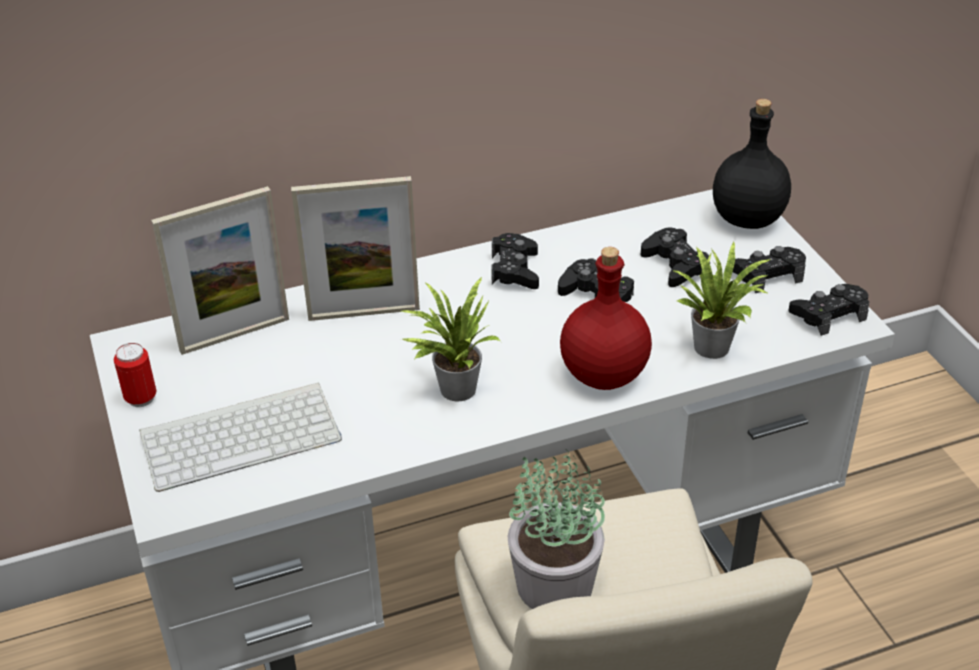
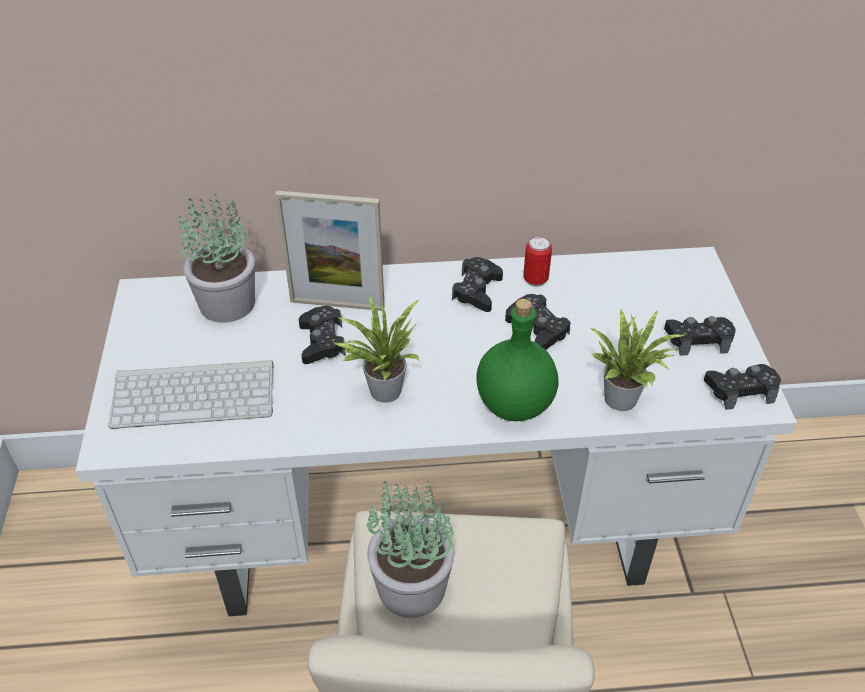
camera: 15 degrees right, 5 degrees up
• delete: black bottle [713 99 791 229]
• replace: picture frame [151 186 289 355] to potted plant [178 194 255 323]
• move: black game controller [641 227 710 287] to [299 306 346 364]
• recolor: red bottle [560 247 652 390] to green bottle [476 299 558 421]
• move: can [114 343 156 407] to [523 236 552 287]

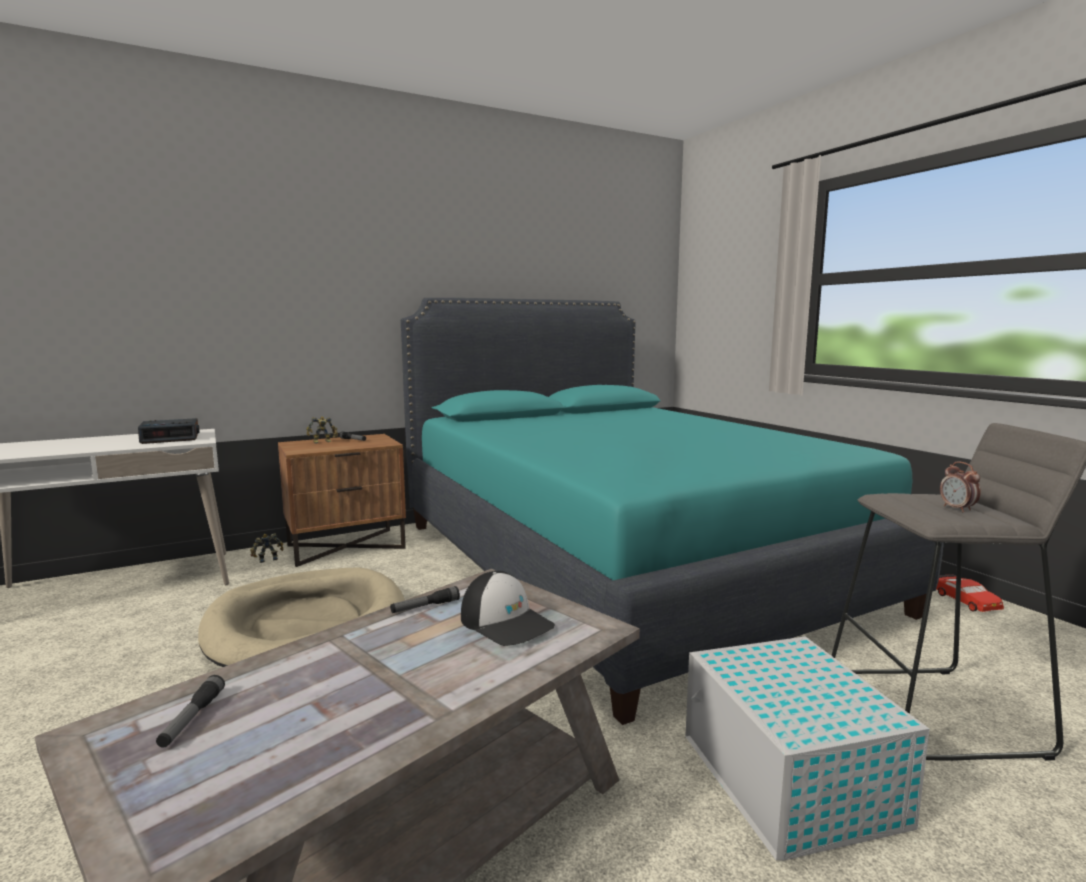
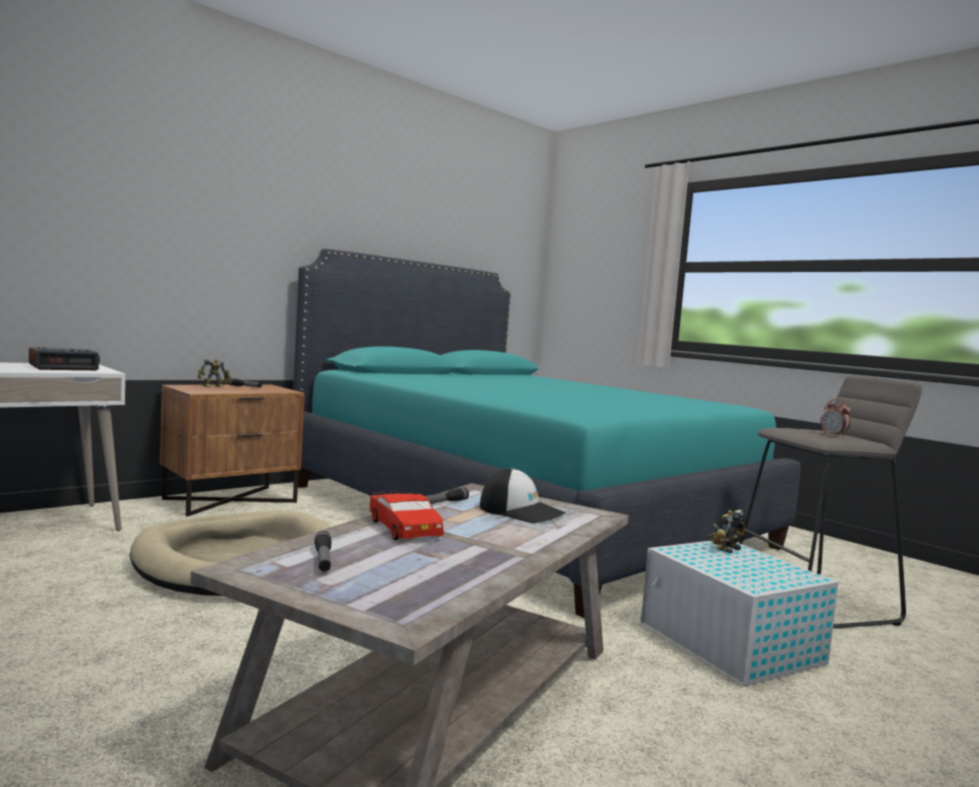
camera: 15 degrees left, 5 degrees down
• move: toy robot [250 533 284 563] to [709 510 745 553]
• move: red toy car [936 575 1004 612] to [370 491 444 540]

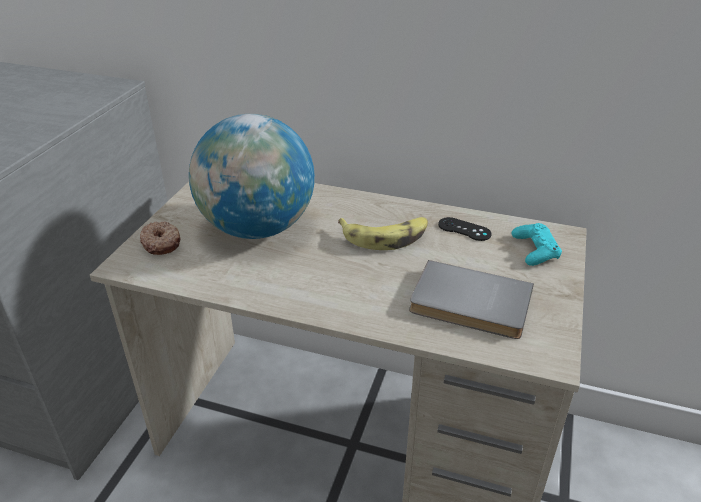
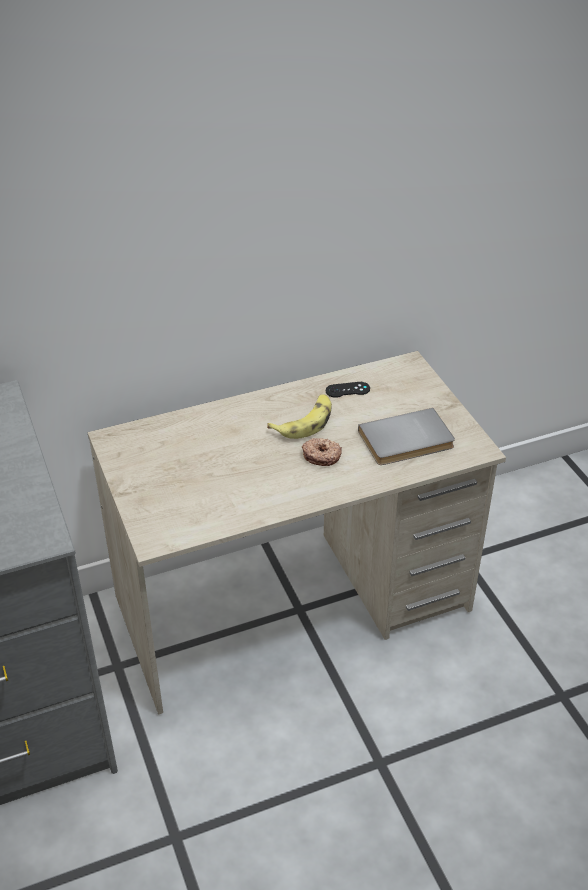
camera: 40 degrees left, 5 degrees up
• delete: globe [189 114 315 239]
• move: donut [140 221 180 255] to [302 438 342 466]
• delete: turquoise game controller [511 223 562 266]

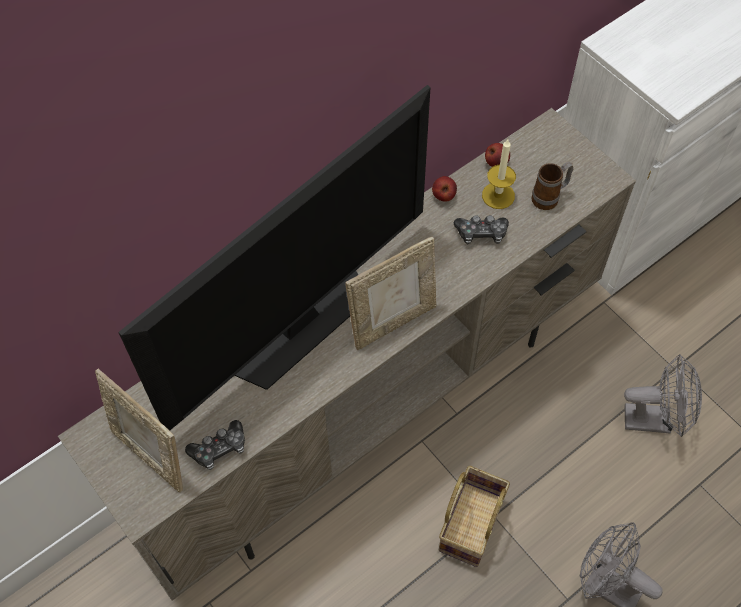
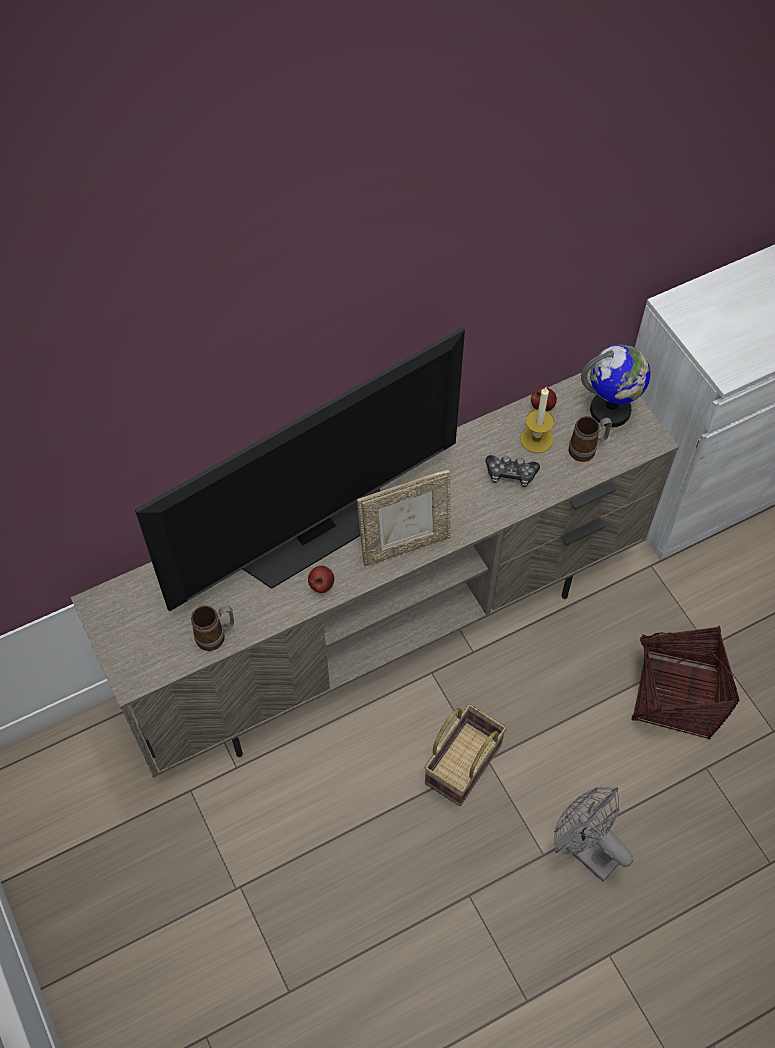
camera: 10 degrees right, 0 degrees up
• move: apple [432 176 457 202] to [308 566 334 593]
• replace: grey fan [624 354 702 437] to basket [631 626 740 739]
• delete: picture frame [95 369 183 492]
• replace: game controller [185 420 245 470] to mug [191 605 234 651]
• insert: globe [581 344 651 427]

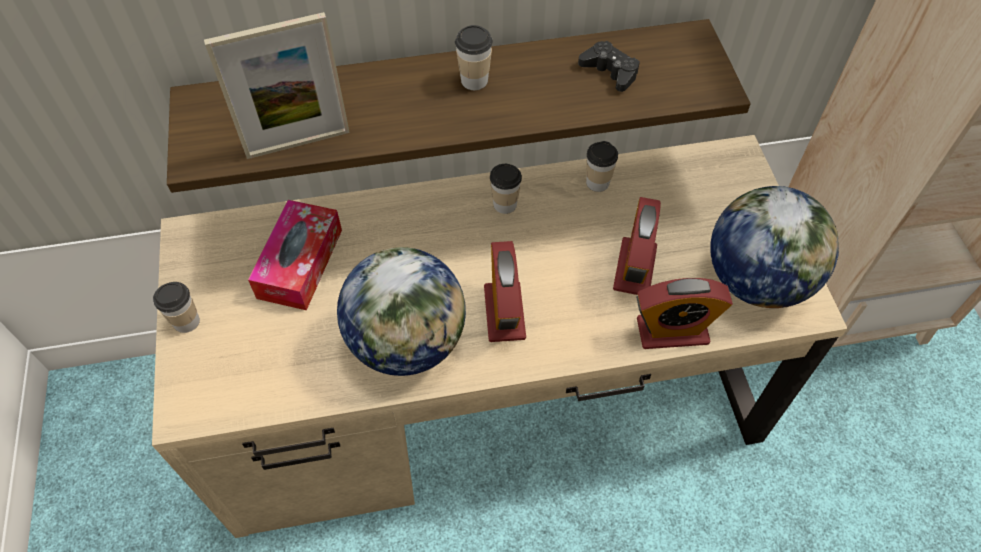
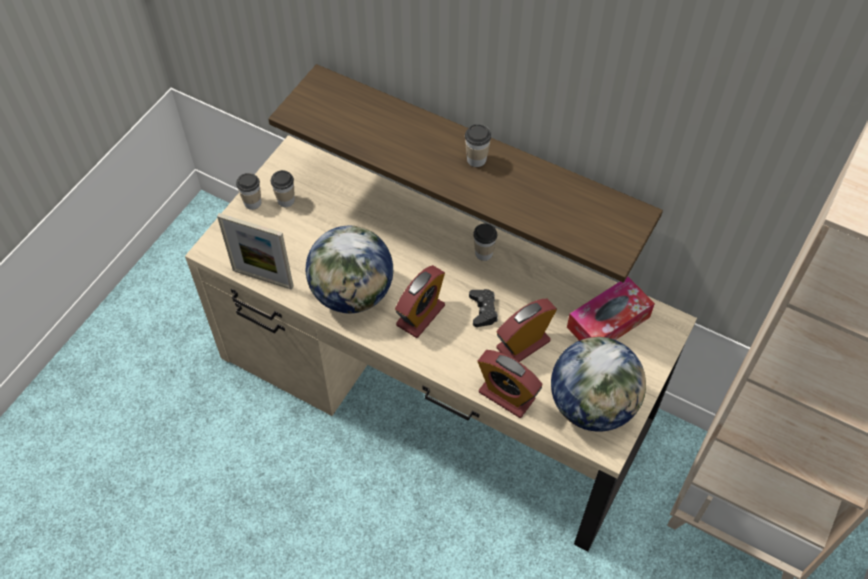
camera: 40 degrees right, 0 degrees up
• move: picture frame [204 12 350 159] to [217 213 294 290]
• move: black game controller [578 41 640 92] to [469 289 498 327]
• move: cup [586 141 618 192] to [271 170 295 207]
• move: tissue box [248 200 342 310] to [567 277 655 341]

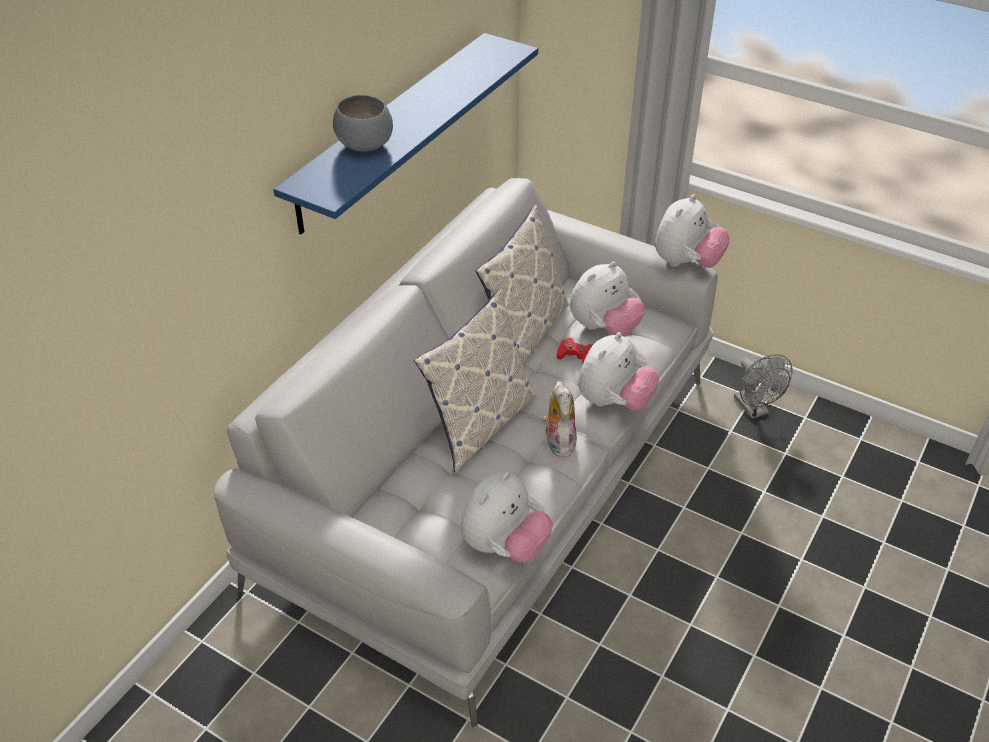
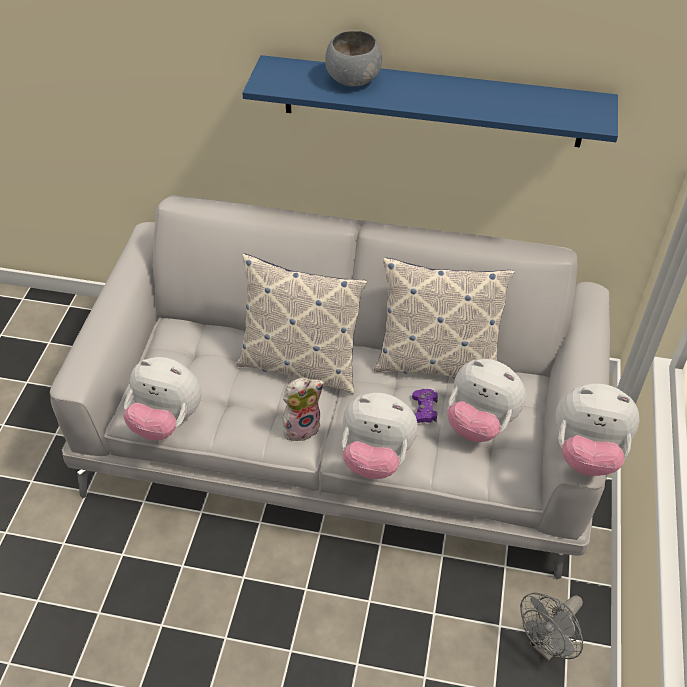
camera: 70 degrees right, 5 degrees up
• recolor: red game controller [557 338 593 363] to purple game controller [412 389 438 423]

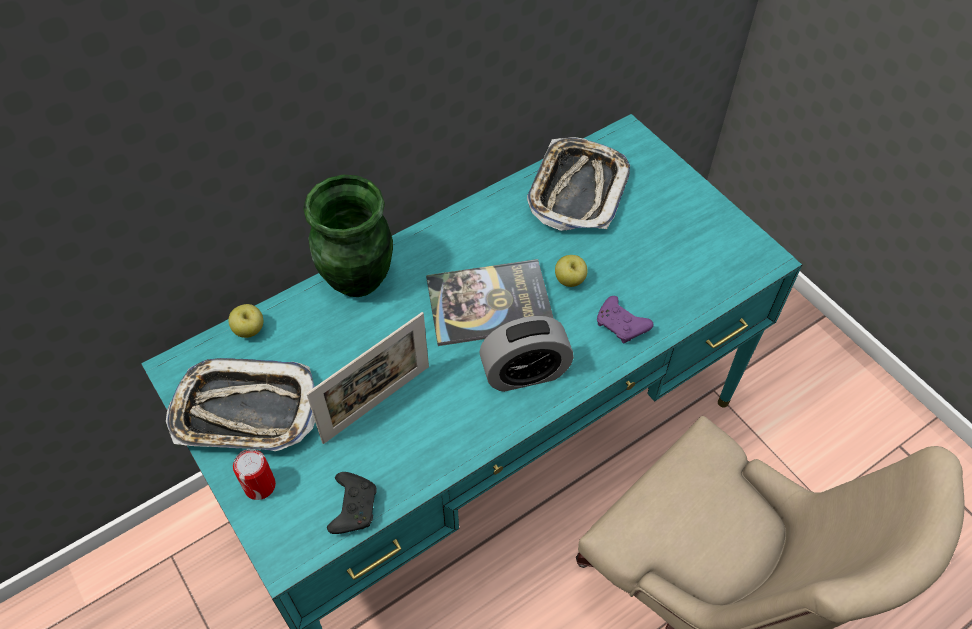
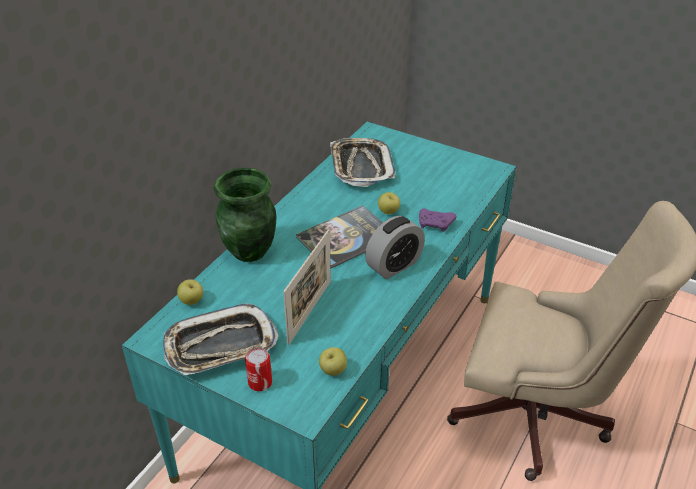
camera: 25 degrees left, 15 degrees down
• replace: black game controller [327 472 377 534] to apple [319 347 347 376]

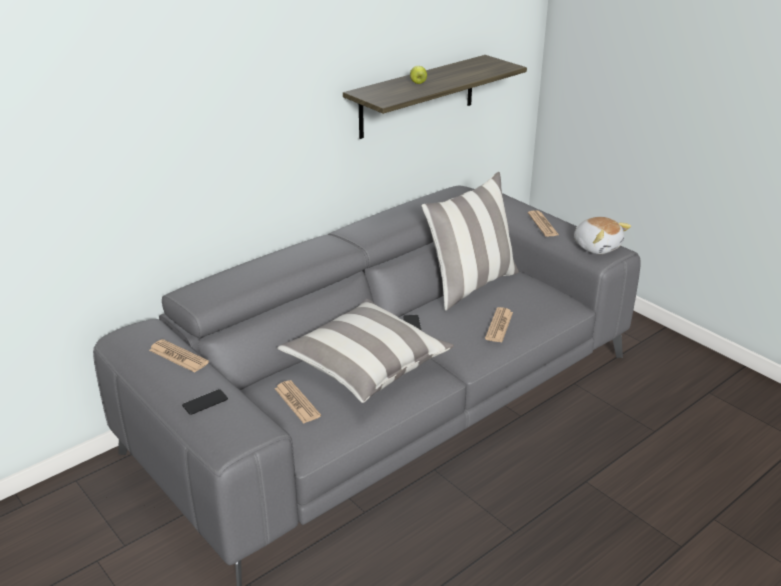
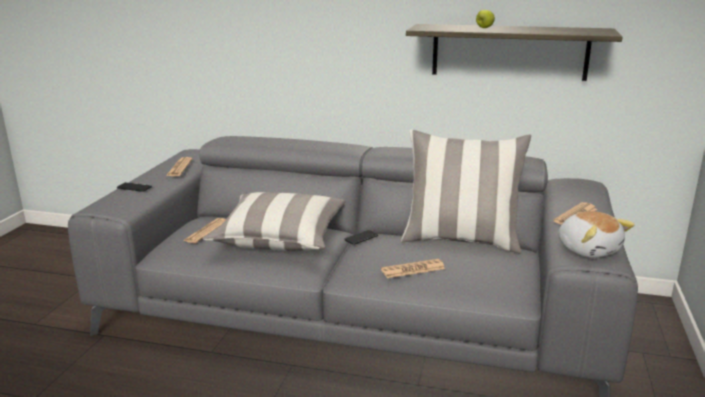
camera: 55 degrees right, 10 degrees down
• rotate: plush toy [574 217 631 254] = [558 211 635 258] 45 degrees counterclockwise

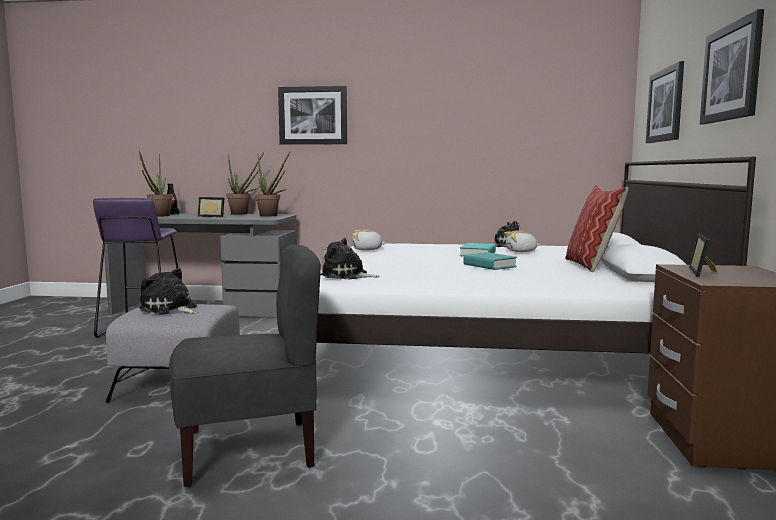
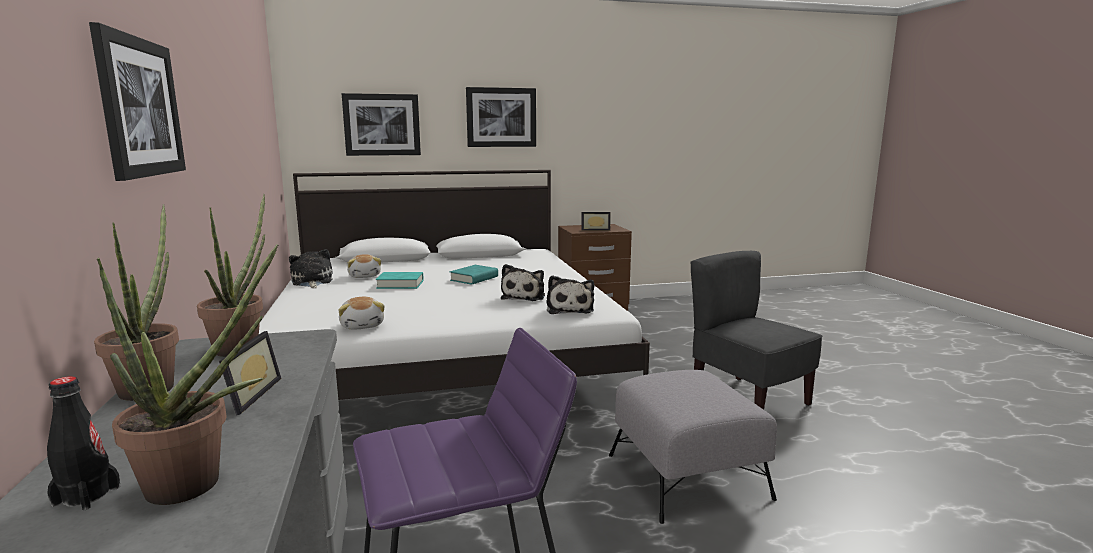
camera: 110 degrees left, 5 degrees up
• delete: pillow [565 185 629 272]
• move: plush toy [139 268 198 315] to [501 264 545 301]

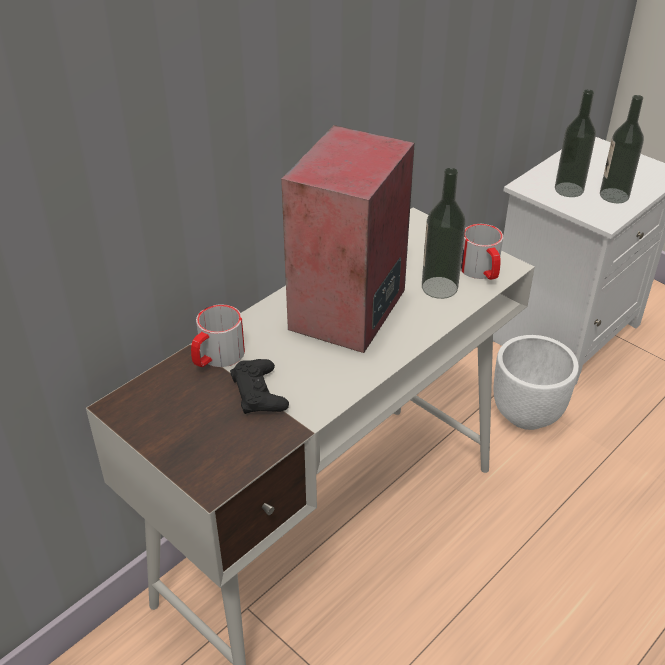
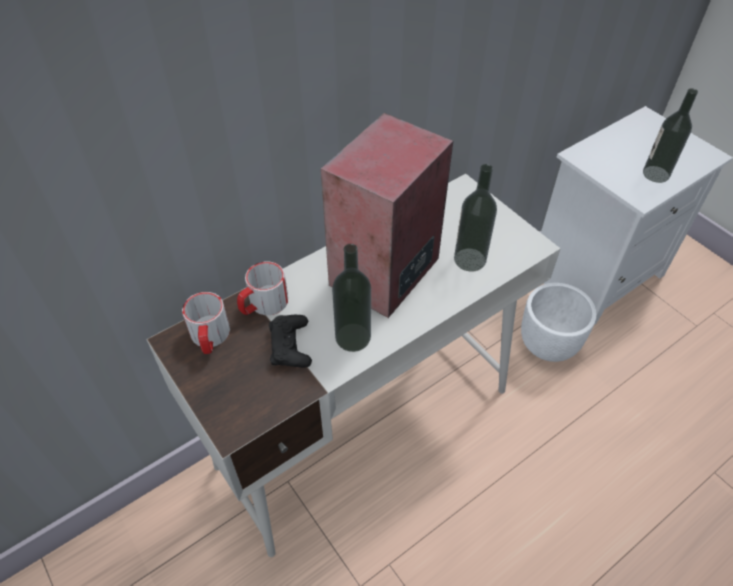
camera: 10 degrees right, 10 degrees up
• move: bottle [555 90 596 197] to [332 244 371 352]
• move: mug [460 224 503 280] to [182 292 230 354]

